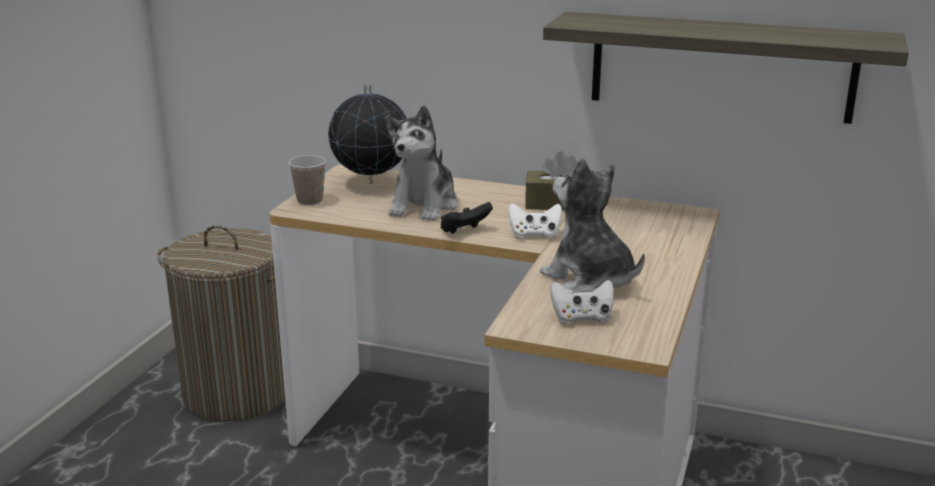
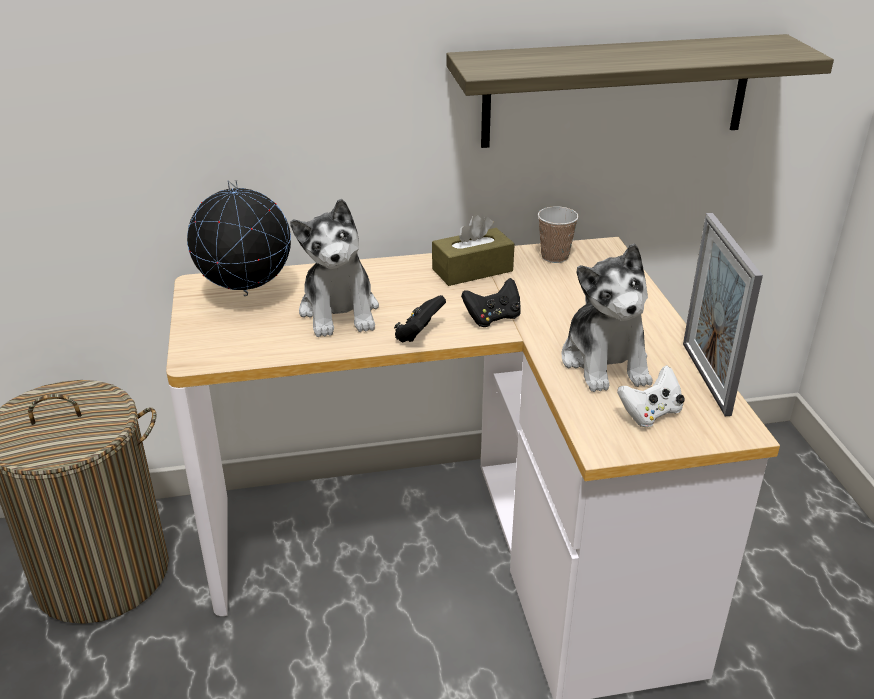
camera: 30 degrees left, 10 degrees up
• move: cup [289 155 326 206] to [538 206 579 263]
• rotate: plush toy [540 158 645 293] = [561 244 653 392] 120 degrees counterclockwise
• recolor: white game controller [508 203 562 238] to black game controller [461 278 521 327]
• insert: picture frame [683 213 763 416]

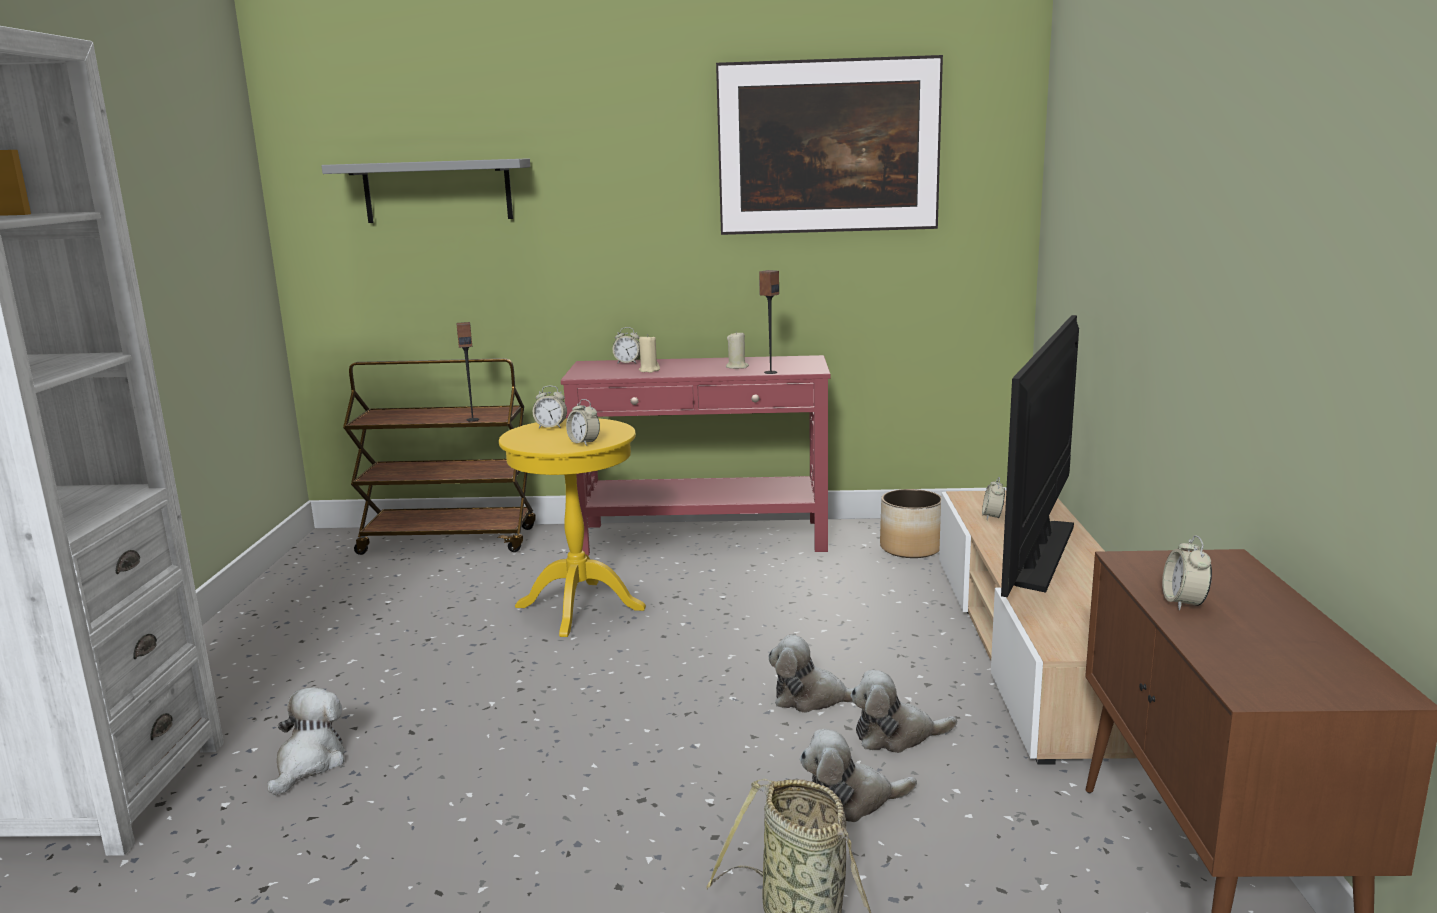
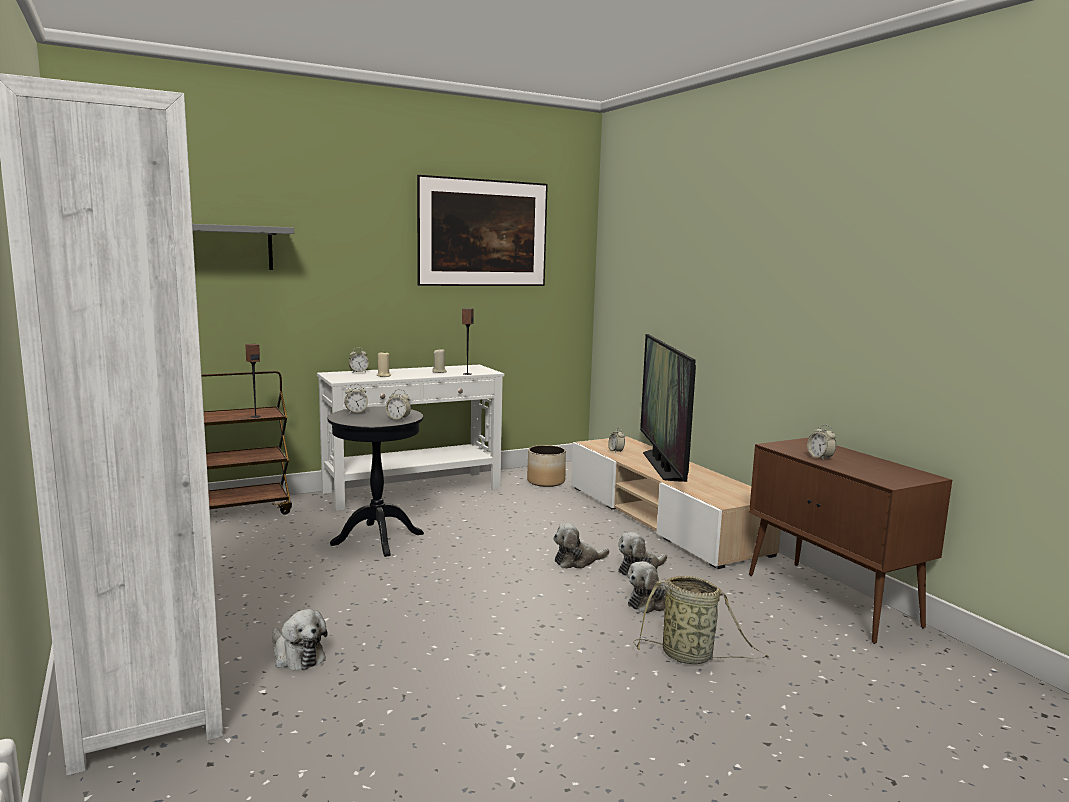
camera: 30 degrees left, 5 degrees down
• recolor: red console table [561 355 831 556] to white console table [317 365 504 511]
• recolor: yellow side table [499 418 646 637] to black side table [328 406 424 557]
• rotate: plush toy [267 687 345 796] = [272 609 327 671] 150 degrees clockwise

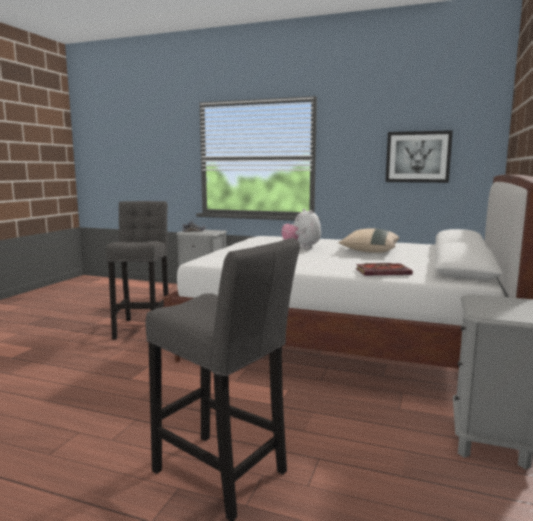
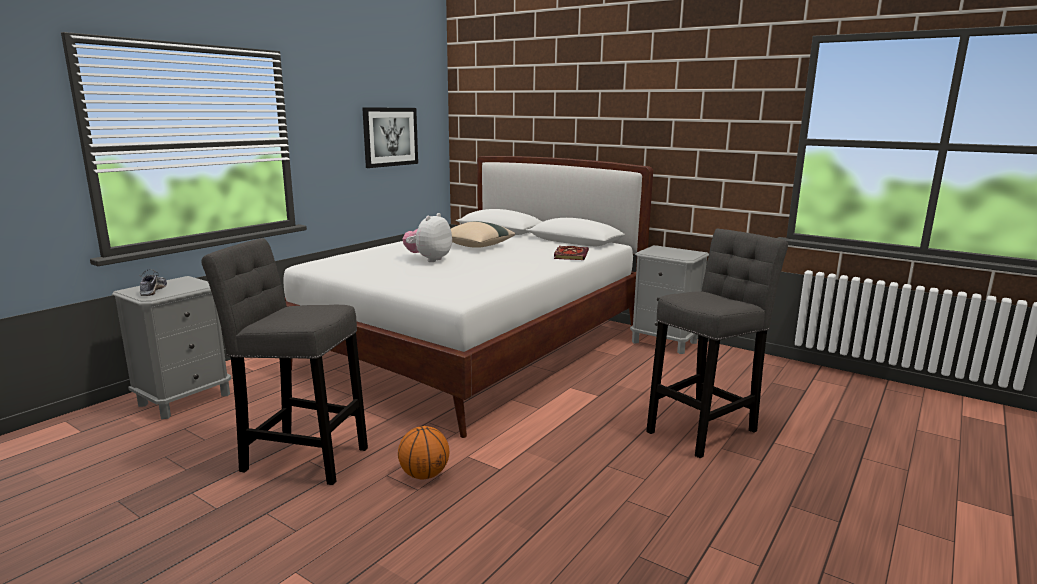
camera: 75 degrees left, 5 degrees up
• rotate: plush toy [281 209 321 249] = [403 213 452 262] 120 degrees clockwise
• insert: basketball [398 426 449 479]

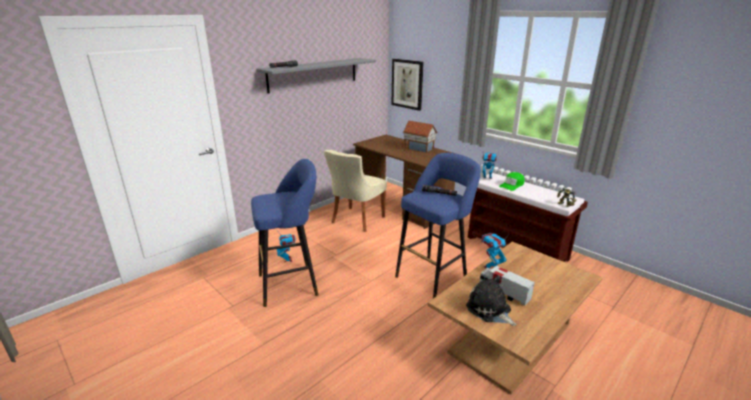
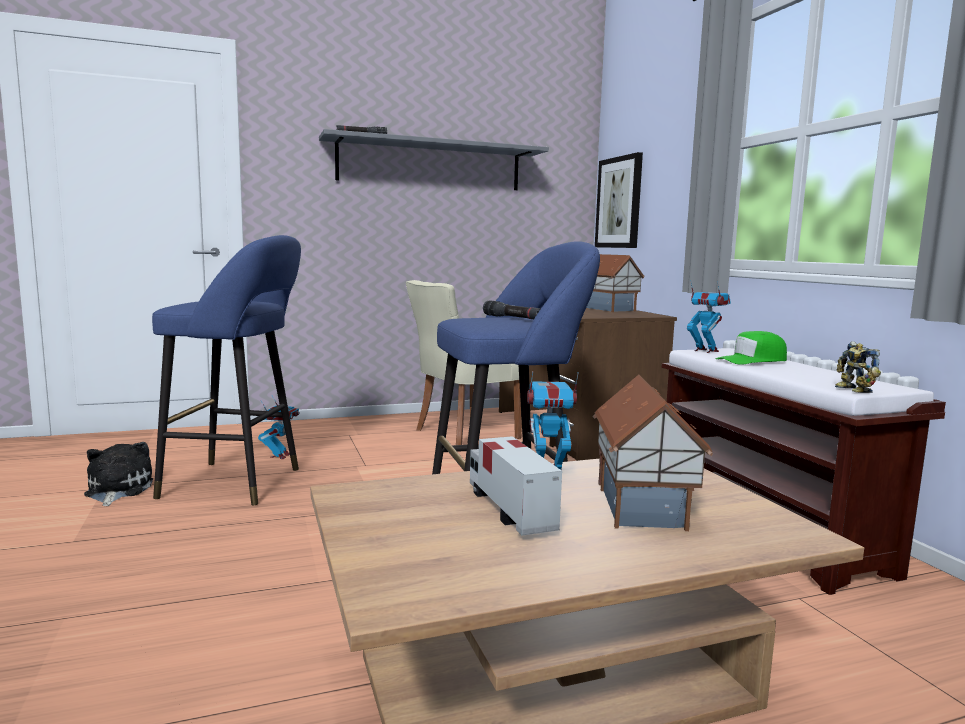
camera: 25 degrees right, 15 degrees down
• move: plush toy [466 275 517 326] to [84 442 153 506]
• insert: toy house [593 375 713 531]

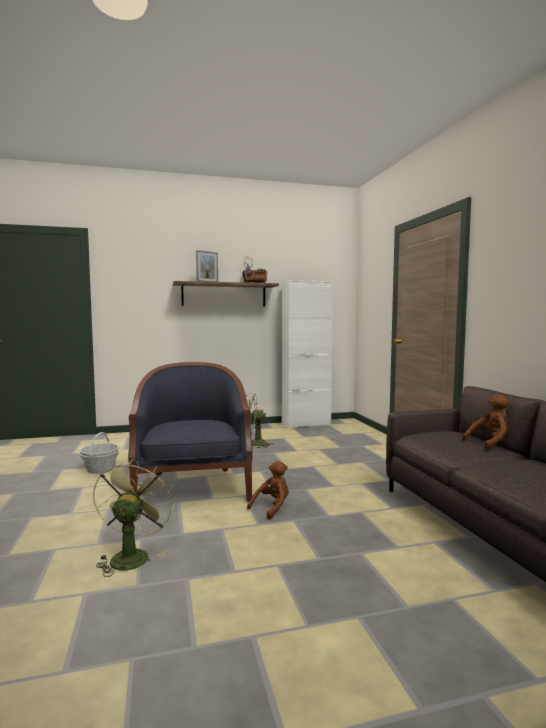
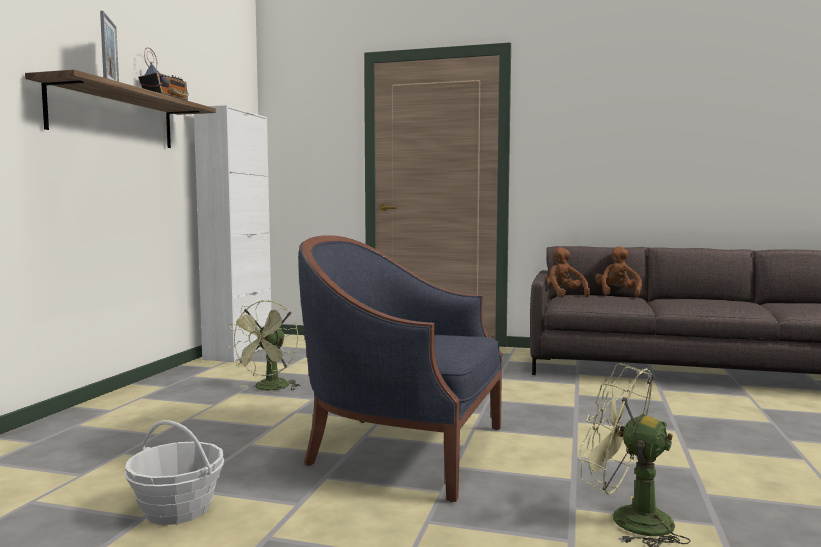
camera: 60 degrees left, 0 degrees up
• move: brown plush toy [247 461 289 520] to [542 247 590 298]

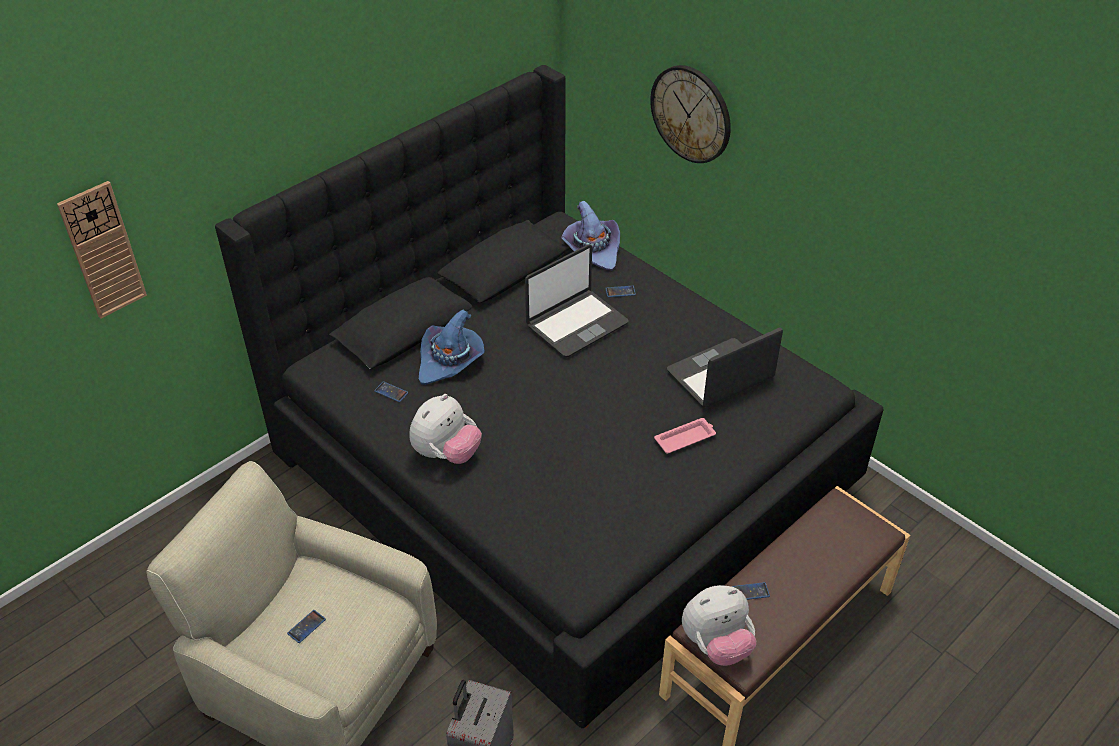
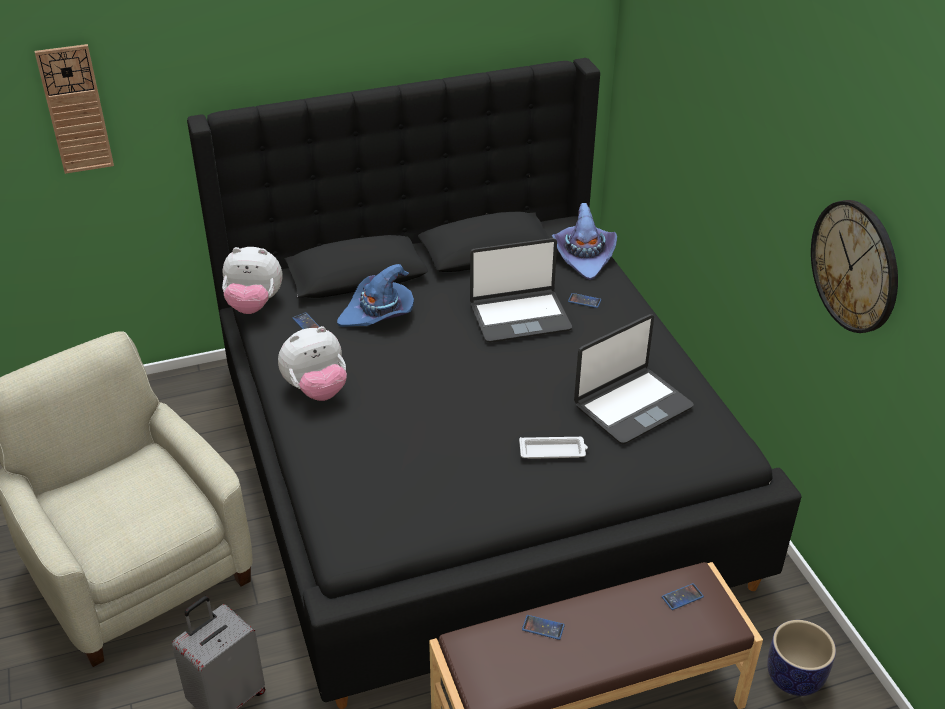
camera: 25 degrees right, 5 degrees down
• move: wall clock [650 65 731 163] to [811 200 898 333]
• rotate: laptop [667 328 783 407] = [574 314 694 444] 150 degrees clockwise
• recolor: pink tray [654 418 716 454] to white tray [519 437 588 458]
• move: plush toy [682 585 756 666] to [222 247 282 314]
• move: phone [287 610 326 643] to [662 583 704 610]
• insert: planter [767 620 836 696]

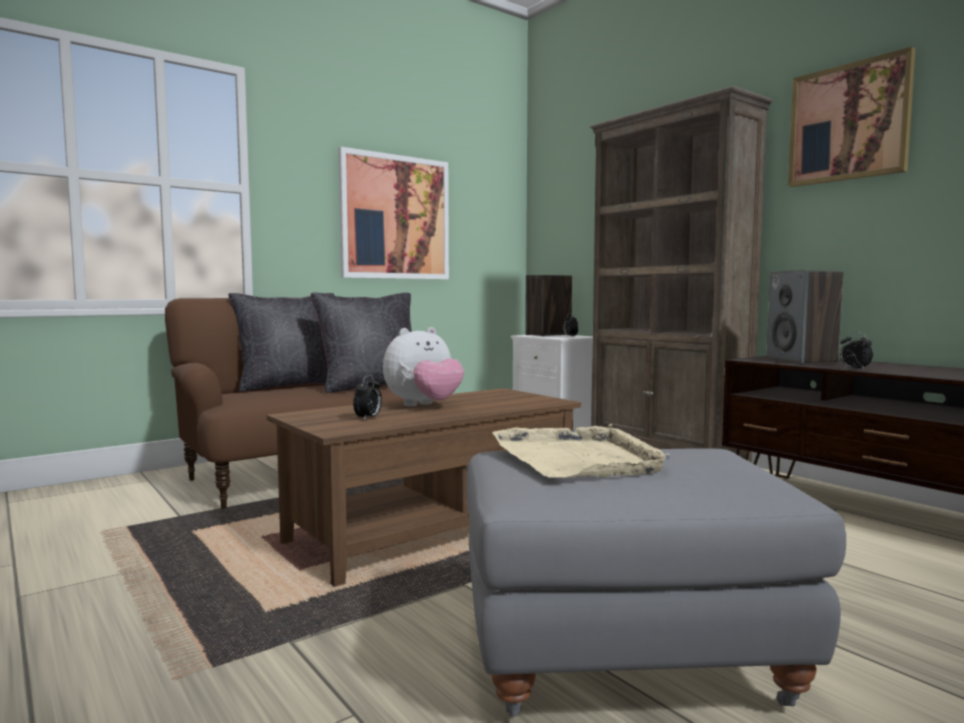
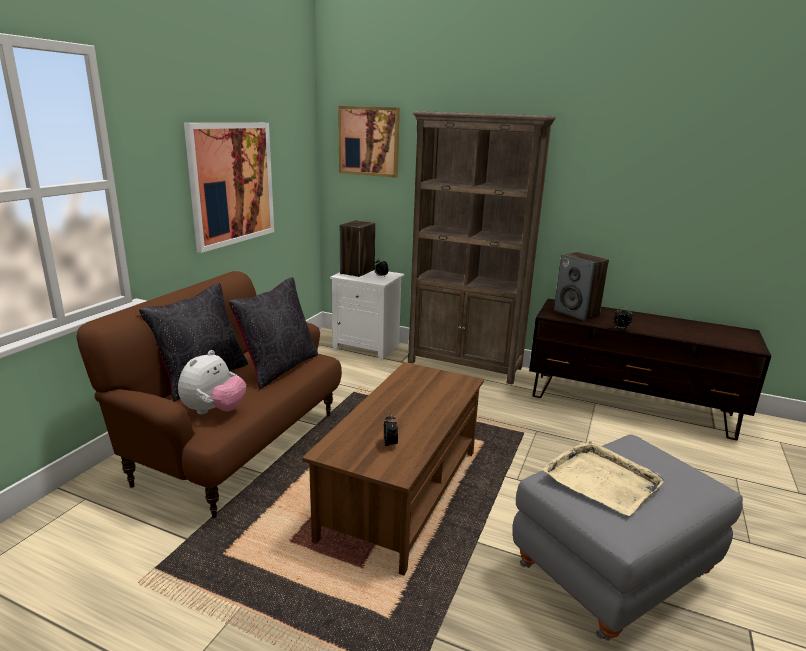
camera: 30 degrees left, 15 degrees up
• move: picture [788 47 915 187] to [338 106 400 178]
• move: plush toy [383 327 464 406] to [178 350 246 415]

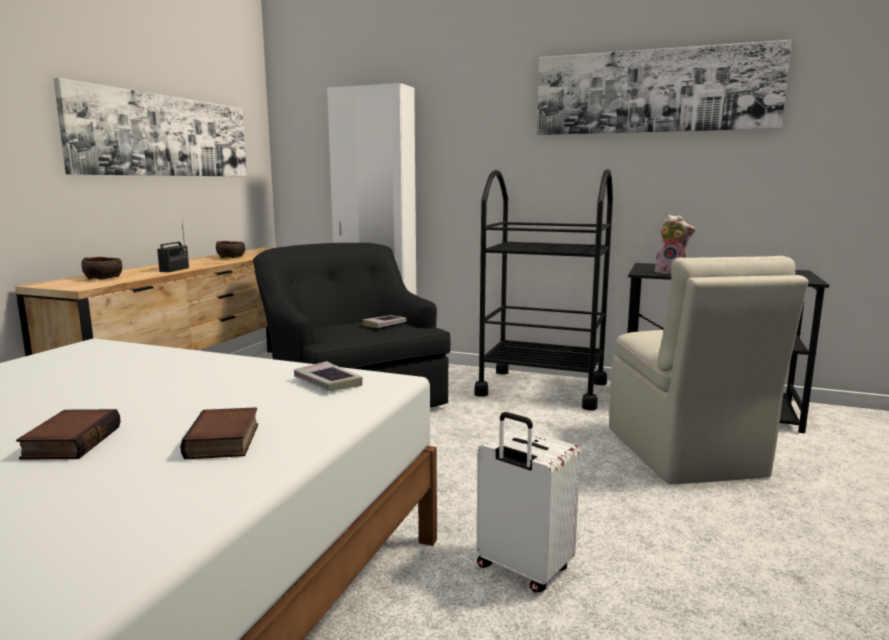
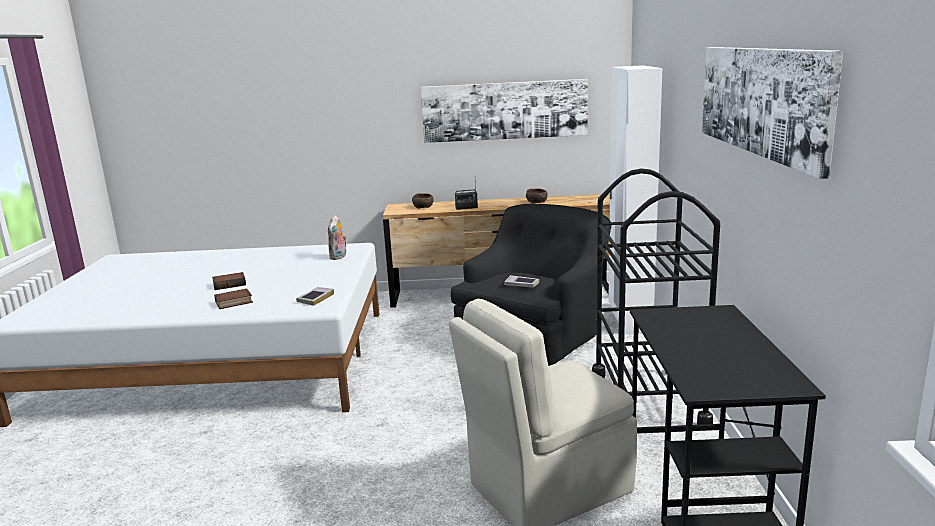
camera: 70 degrees right, 5 degrees up
• move: plush toy [655 215 695 275] to [328 215 347 260]
• delete: white suitcase [476 412 581 592]

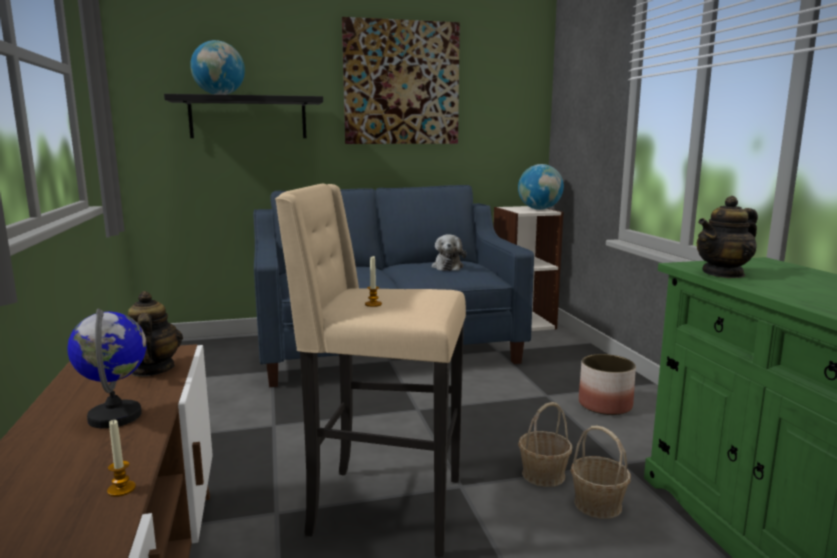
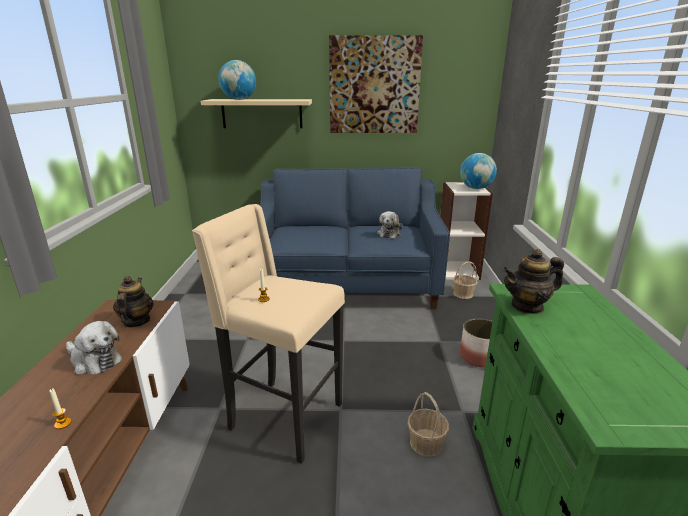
camera: 15 degrees right, 10 degrees up
• recolor: black shelf [164 94 323 138] to beige shelf [201 99 312 128]
• replace: globe [67 308 146 428] to plush toy [66 321 122 375]
• move: basket [518 402 572 487] to [452 262 478 299]

